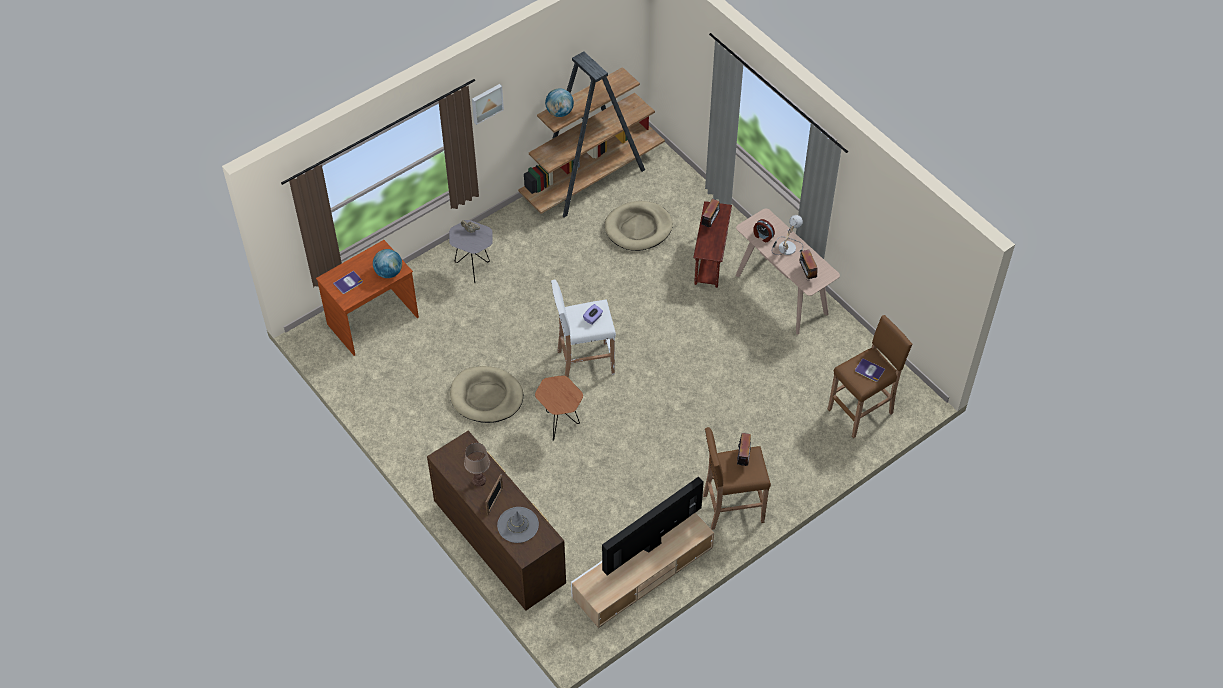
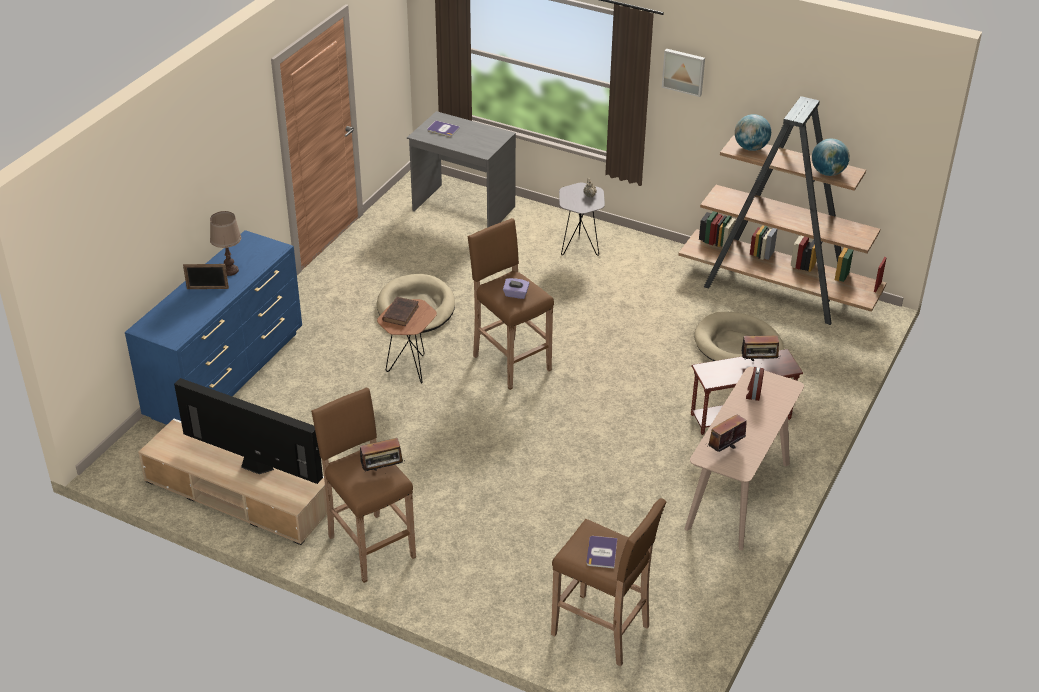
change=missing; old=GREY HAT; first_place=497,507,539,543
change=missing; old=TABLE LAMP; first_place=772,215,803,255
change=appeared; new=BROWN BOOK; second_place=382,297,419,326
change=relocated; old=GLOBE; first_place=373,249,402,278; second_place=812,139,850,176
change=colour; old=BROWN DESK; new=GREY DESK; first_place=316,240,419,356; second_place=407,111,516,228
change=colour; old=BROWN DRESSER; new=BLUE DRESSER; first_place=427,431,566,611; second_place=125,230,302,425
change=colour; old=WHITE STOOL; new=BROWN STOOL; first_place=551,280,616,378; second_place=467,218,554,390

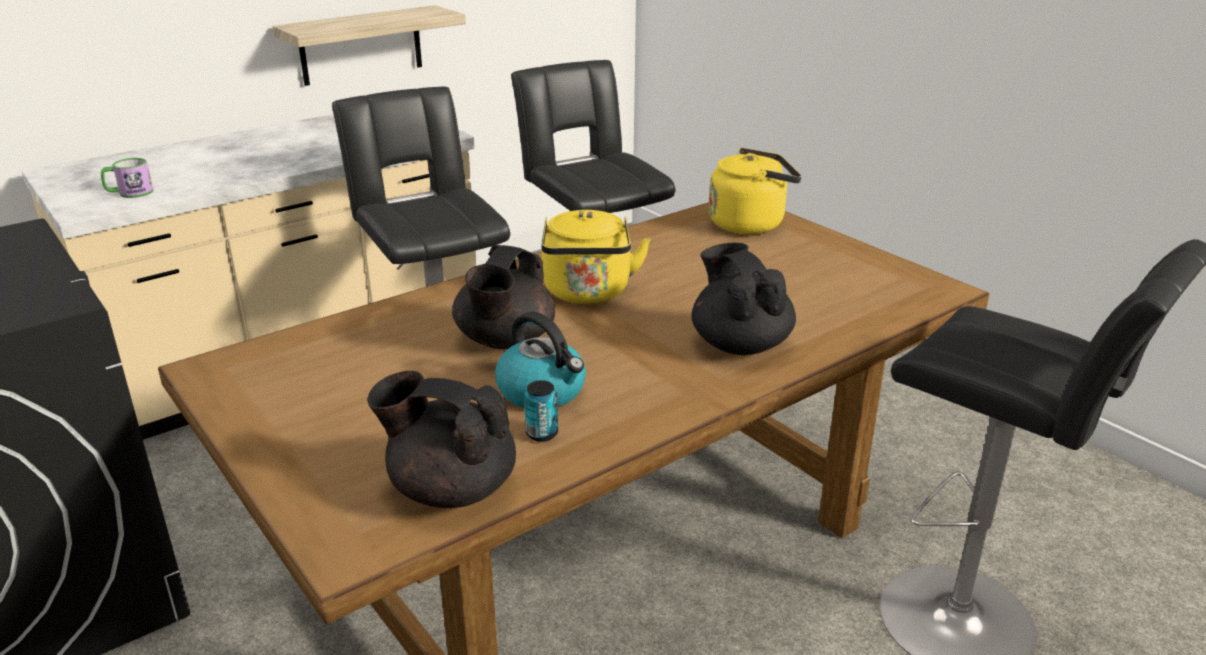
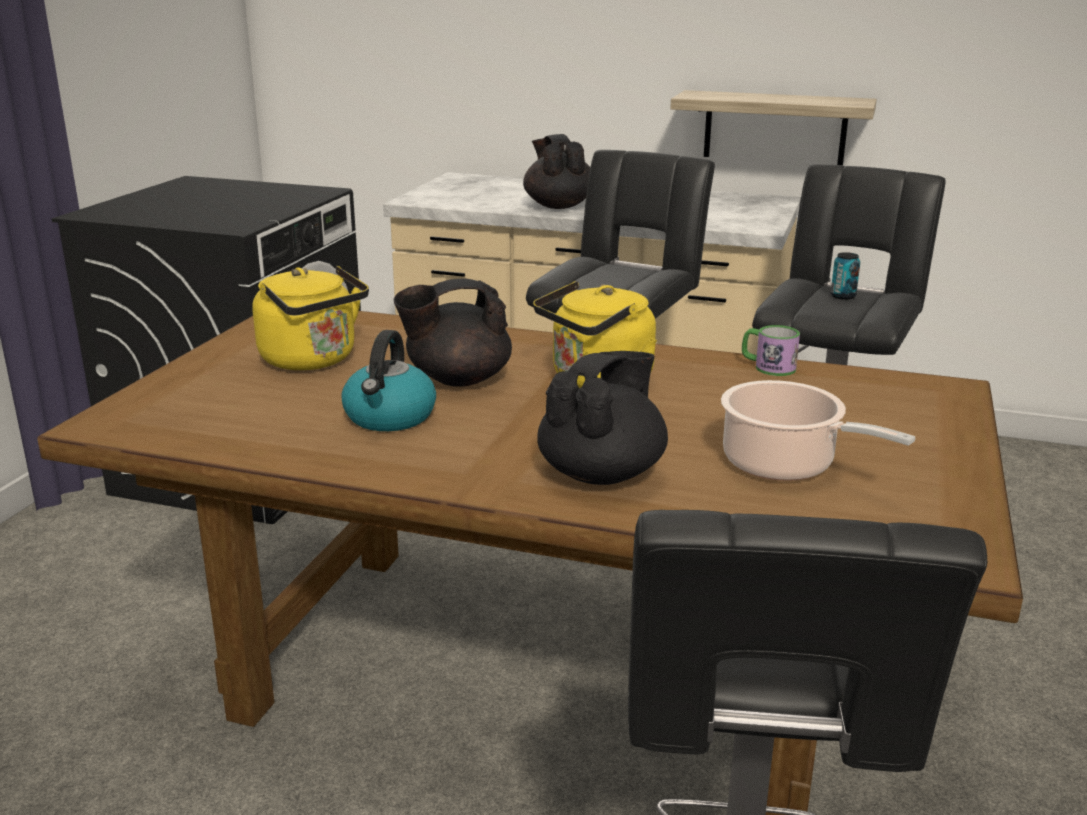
change=appeared; new=COOKING POT; second_place=721,380,915,481
change=relocated; old=MUG; first_place=101,158,153,198; second_place=742,325,800,376
change=relocated; old=BLACK TEAPOT; first_place=367,371,516,508; second_place=523,134,590,209
change=relocated; old=CAN; first_place=524,380,558,442; second_place=831,252,860,300
change=relocated; old=YELLOW KETTLE; first_place=709,148,802,234; second_place=252,266,369,370

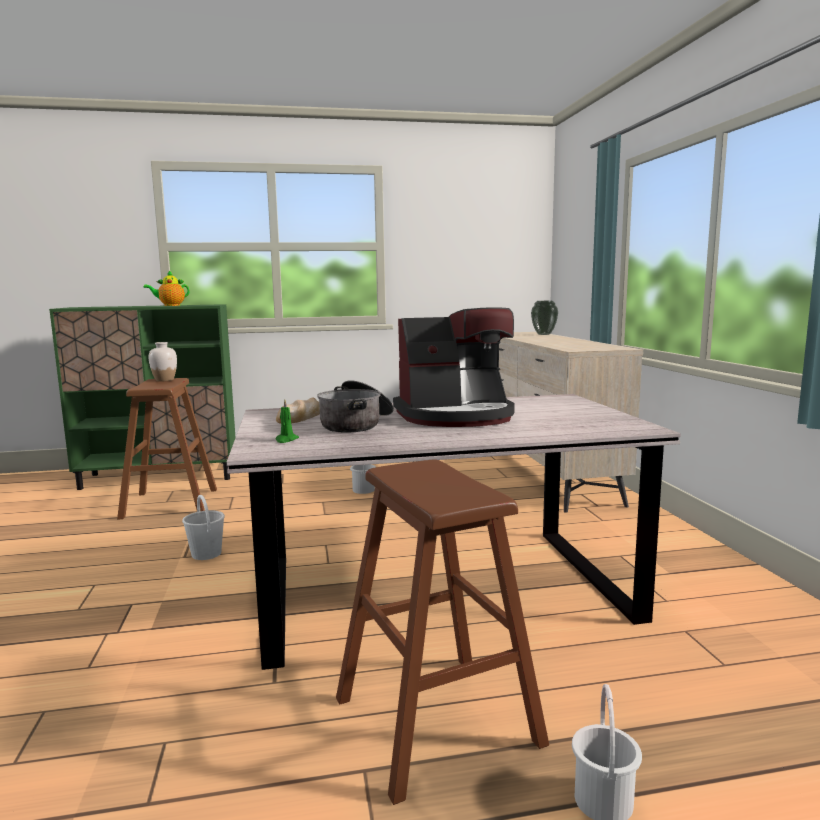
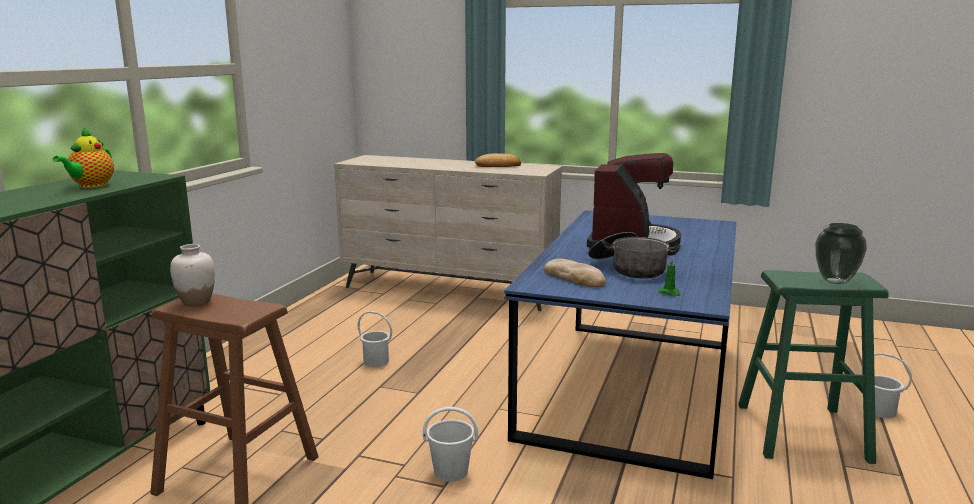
change=appeared; new=BREAD; second_place=475,153,521,167
change=relocated; old=VASE; first_place=531,301,558,335; second_place=815,223,867,284
change=colour; old=GREY DINING TABLE; new=BLUE DINING TABLE; first_place=227,394,681,670; second_place=504,210,736,479
change=colour; old=BROWN STOOL; new=GREEN STOOL; first_place=336,460,549,805; second_place=738,270,889,464

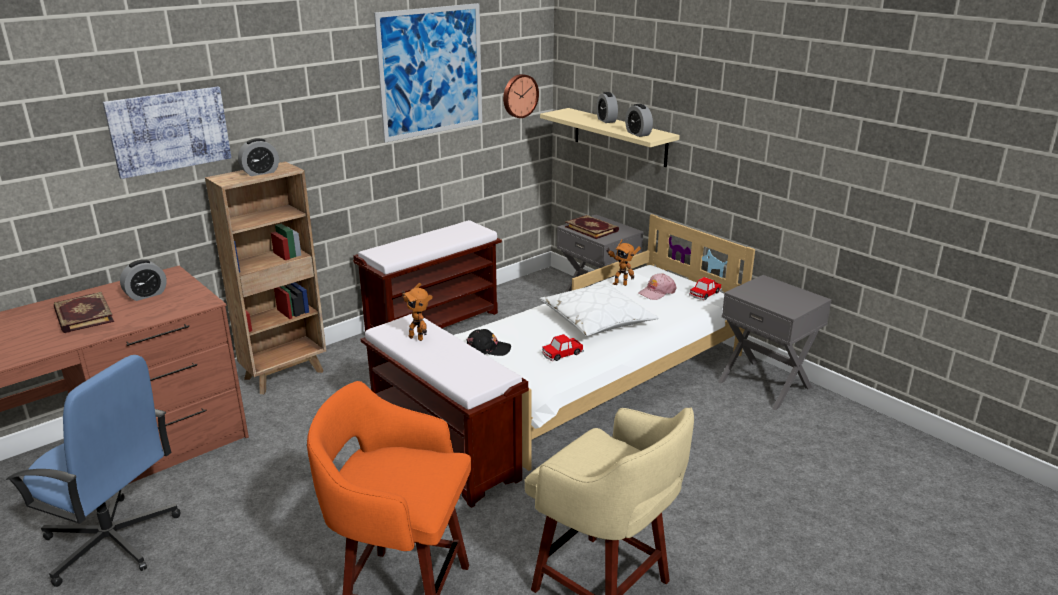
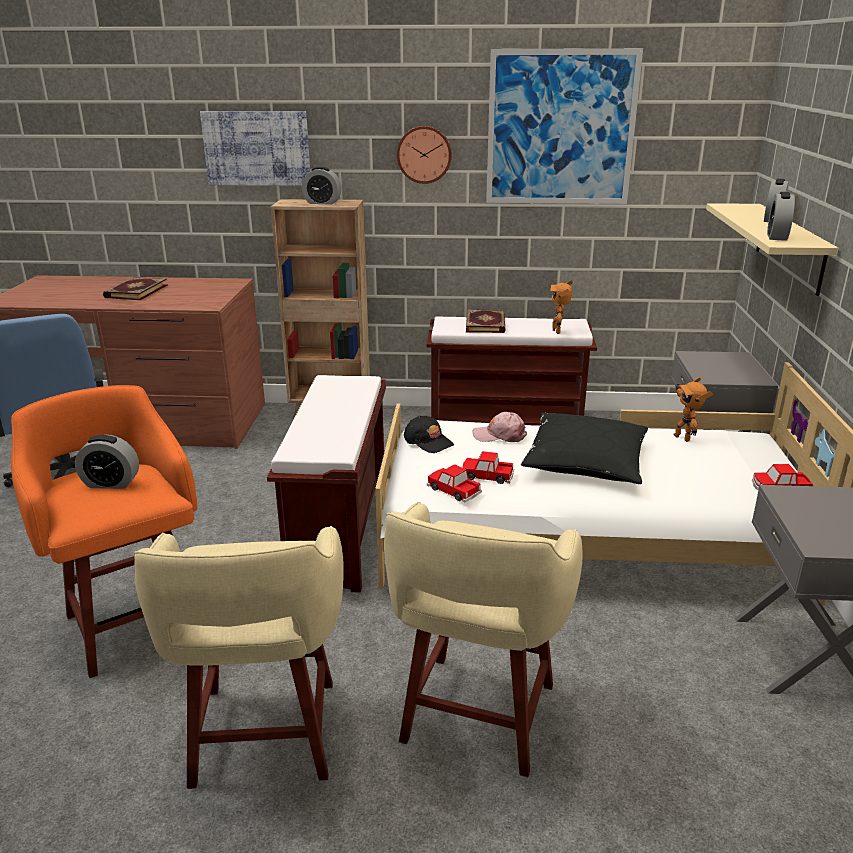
change=appeared; new=BEIGE STOOL; second_place=384,502,583,777
change=appeared; new=TOY CAR; second_place=427,464,482,502
change=relocated; old=ALARM CLOCK; first_place=120,259,167,301; second_place=75,435,139,489
change=relocated; old=TOY ROBOT; first_place=401,283,433,341; second_place=550,280,573,334
change=relocated; old=WALL CLOCK; first_place=503,74,539,118; second_place=397,126,452,184
change=relocated; old=BOOK; first_place=565,215,619,239; second_place=466,309,506,333
change=relocated; old=PINK CAP; first_place=638,273,677,300; second_place=472,412,527,442
change=colour; old=WHITE PILLOW; new=BLACK PILLOW; first_place=540,283,658,336; second_place=521,412,648,484

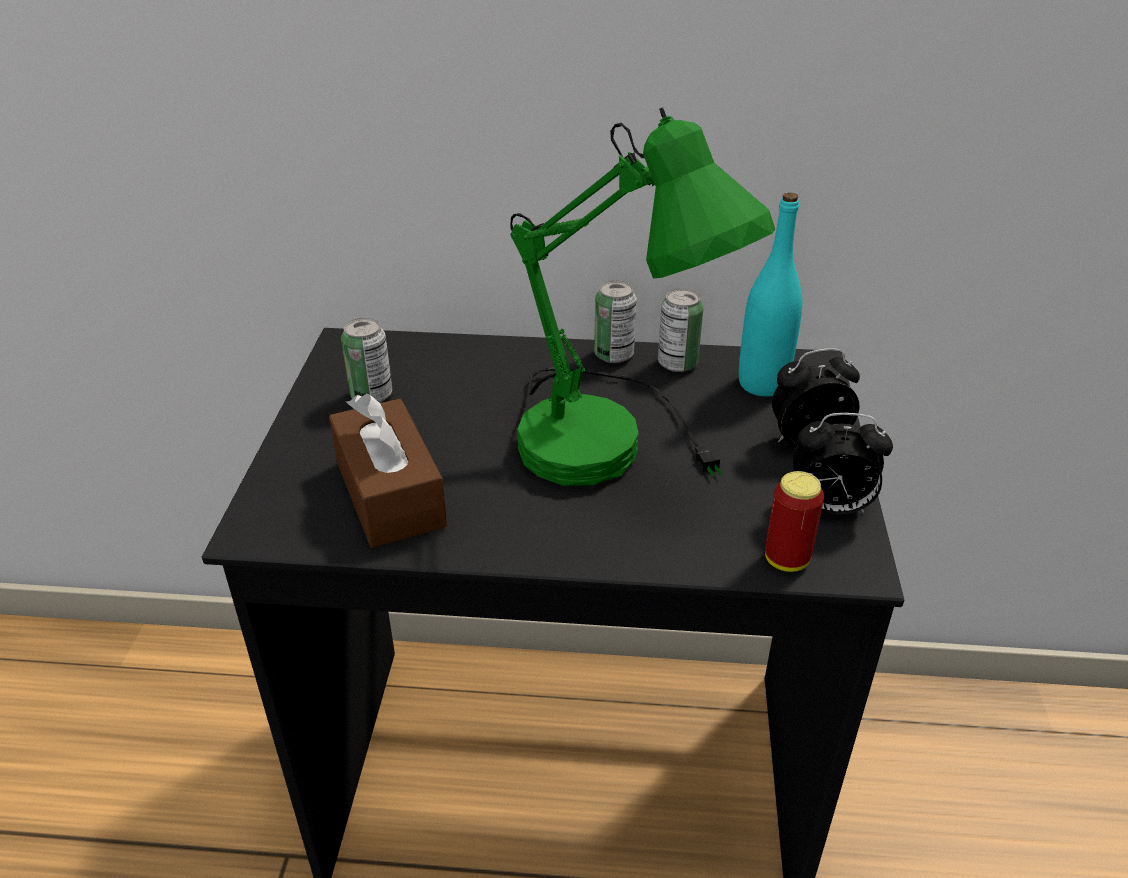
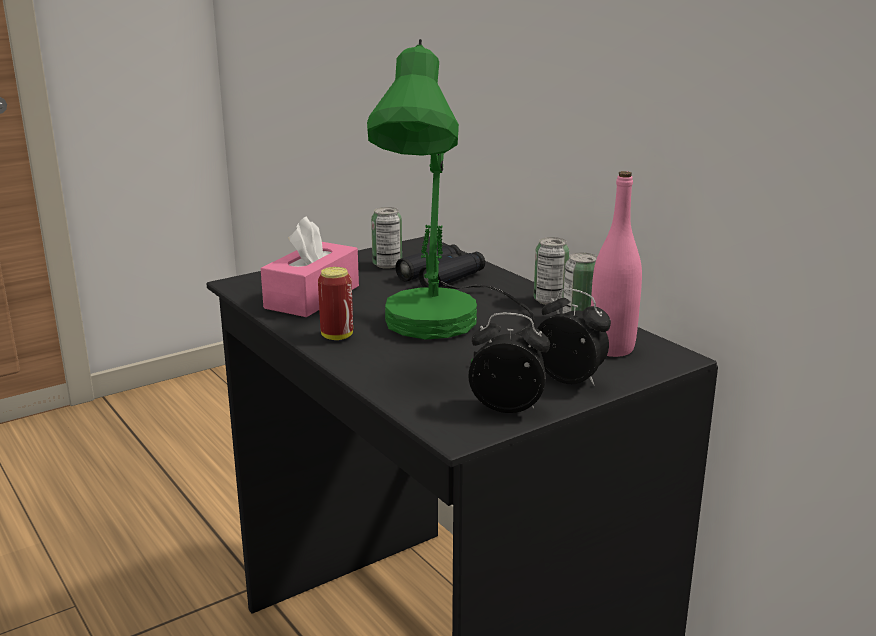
change=appeared; new=BLACK BINOCULARS; second_place=395,244,485,288
change=relocated; old=CAN; first_place=765,471,824,572; second_place=318,267,353,340
change=colour; old=BROWN TISSUE BOX; new=PINK TISSUE BOX; first_place=329,394,447,548; second_place=261,217,359,317
change=colour; old=TURQUOISE BOTTLE; new=PINK BOTTLE; first_place=739,192,802,397; second_place=591,171,642,357
change=spun; old=ALARM CLOCK; first_place=793,413,893,514; second_place=468,313,550,413; degrees=135

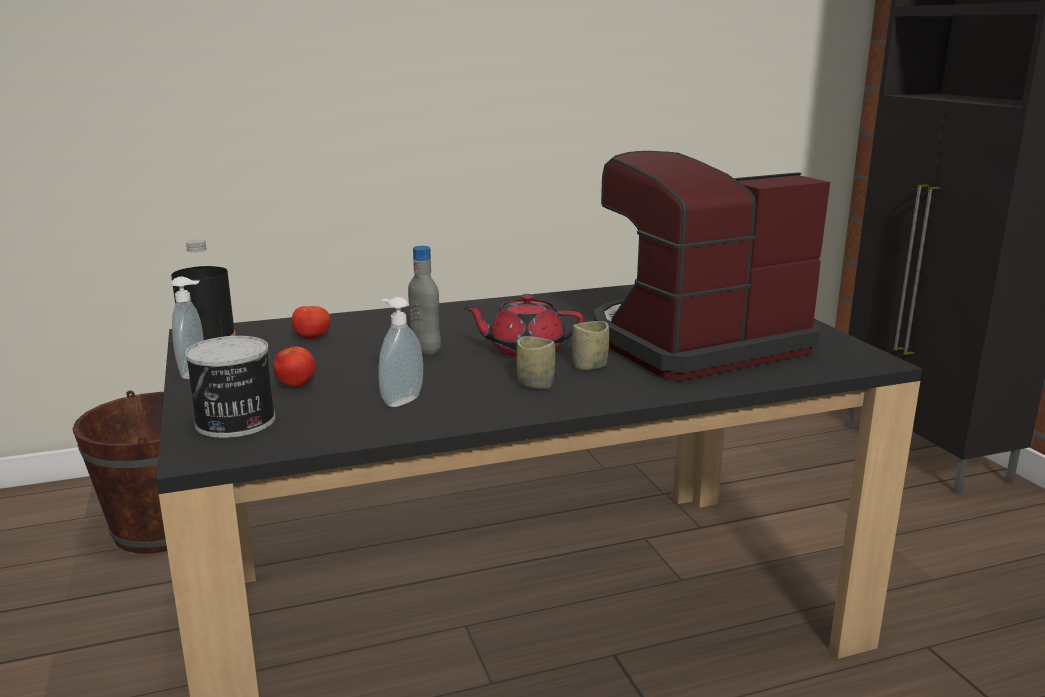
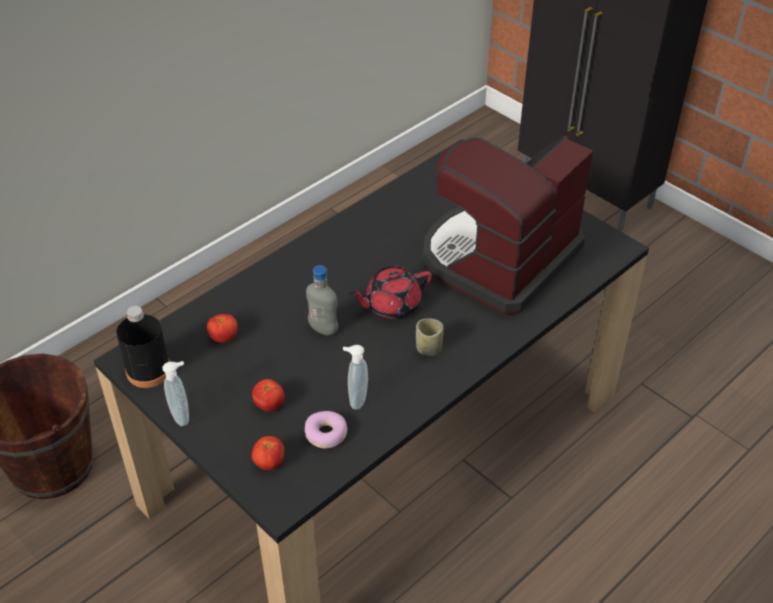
change=missing; old=CUP; first_place=572,321,609,370
change=appeared; new=DONUT; second_place=305,411,348,448
change=exchanged; old=CAN; new=TOMATO; first_place=185,336,275,438; second_place=252,436,284,470

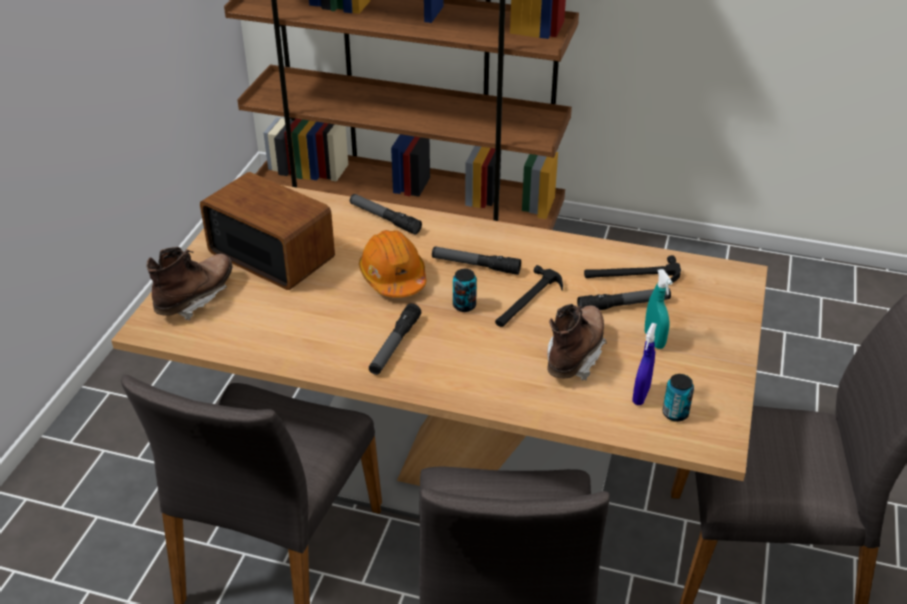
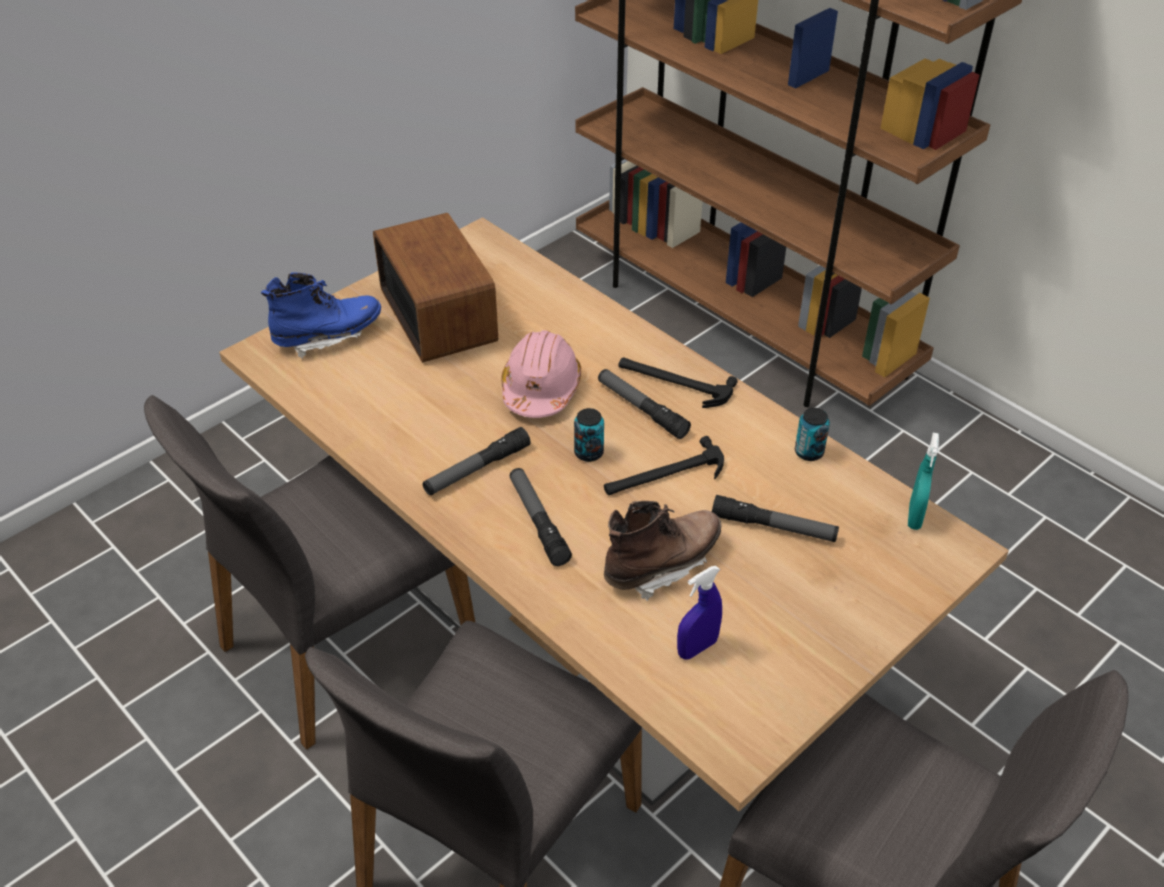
change=relocated; old=FLASHLIGHT; first_place=350,194,422,235; second_place=510,468,572,566
change=relocated; old=HAMMER; first_place=584,255,681,285; second_place=618,357,738,408
change=relocated; old=TURQUOISE SPRAY BOTTLE; first_place=645,269,673,349; second_place=908,433,939,530
change=relocated; old=CAN; first_place=662,374,694,422; second_place=795,408,830,461
change=colour; old=BROWN BOOT; new=BLUE BOOT; first_place=147,247,233,320; second_place=261,272,381,359
change=colour; old=ORANGE HARD HAT; new=PINK HARD HAT; first_place=359,230,426,298; second_place=501,330,581,418

